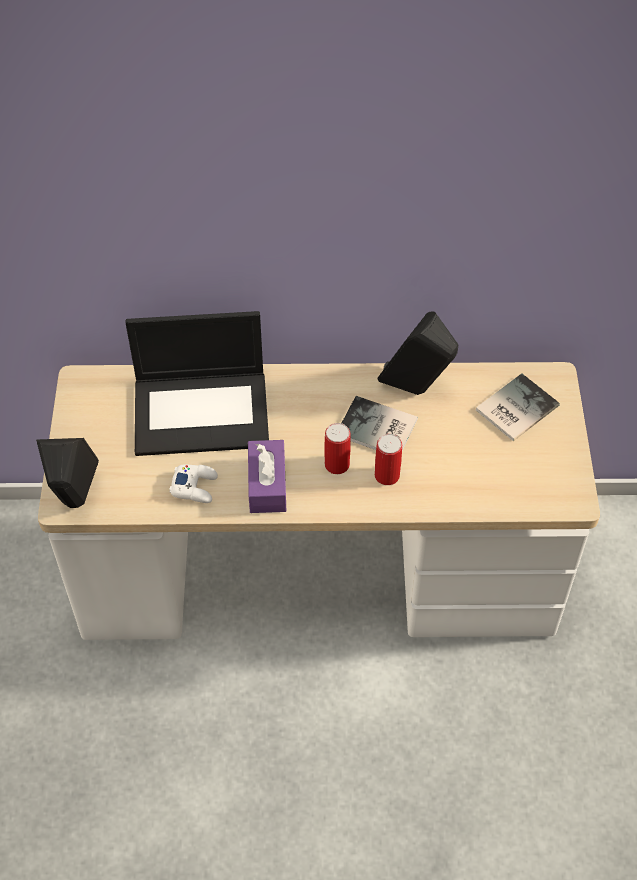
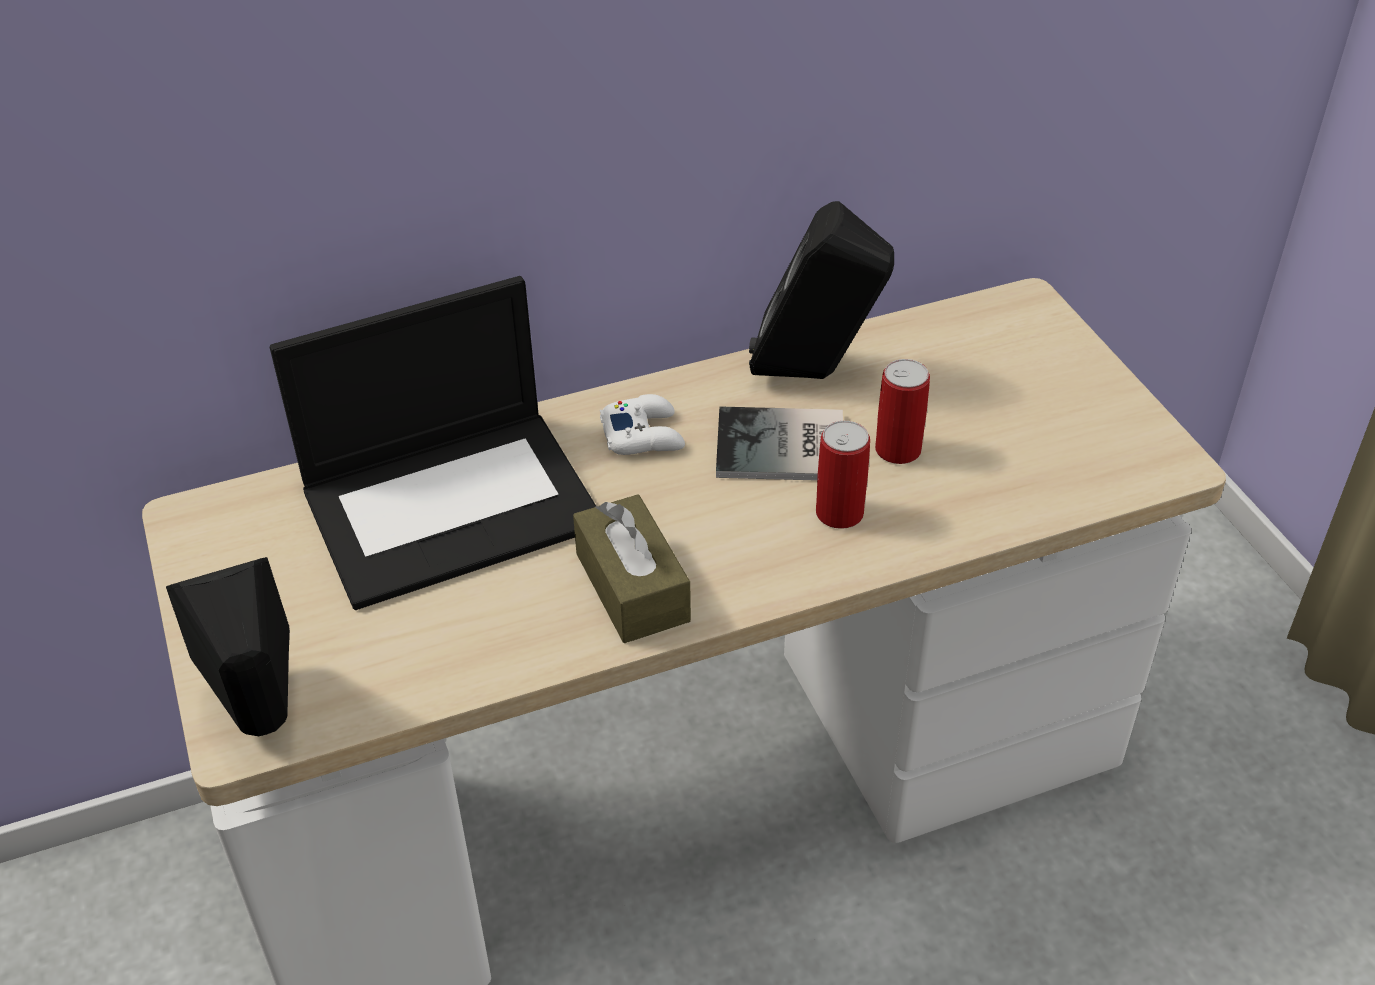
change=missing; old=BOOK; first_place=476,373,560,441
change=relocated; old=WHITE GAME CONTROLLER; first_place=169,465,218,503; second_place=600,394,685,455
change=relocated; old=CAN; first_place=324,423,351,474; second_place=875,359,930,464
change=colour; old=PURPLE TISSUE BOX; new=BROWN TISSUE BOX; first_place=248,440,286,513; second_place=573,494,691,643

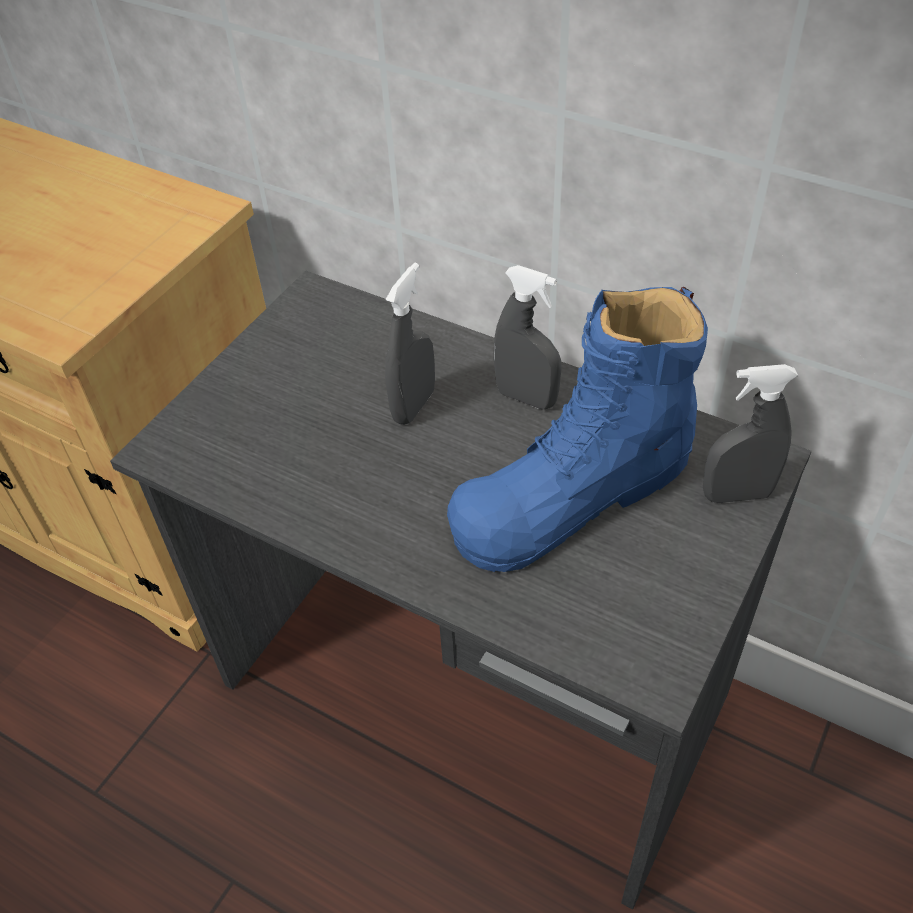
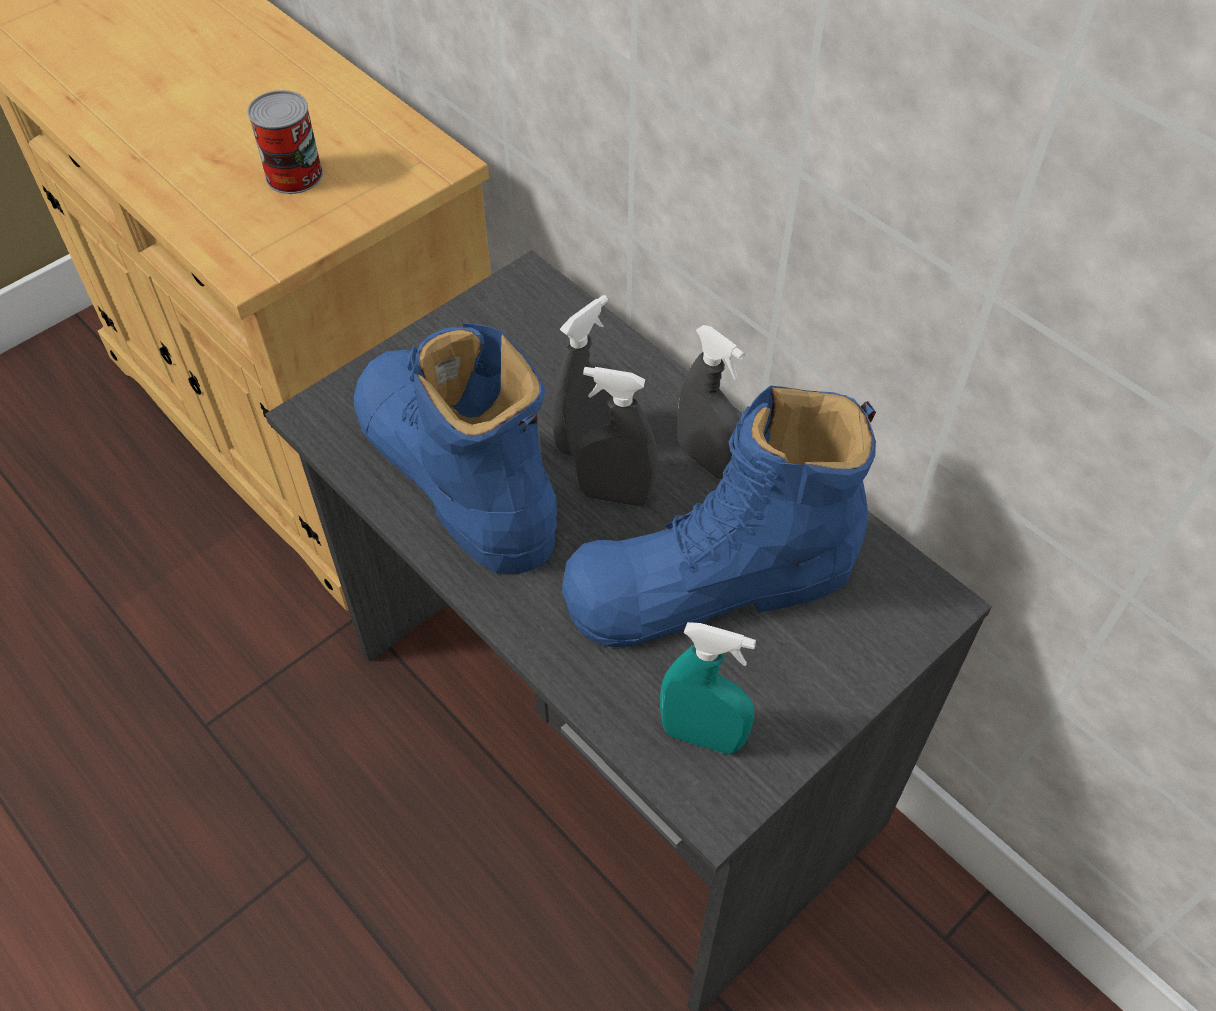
change=appeared; new=CAN; second_place=247,90,323,194
change=appeared; new=BLUE BOOT; second_place=353,323,557,574
change=appeared; new=TURQUOISE SPRAY BOTTLE; second_place=660,622,756,755
change=relocated; old=GREY SPRAY BOTTLE; first_place=703,364,798,503; second_place=575,367,658,506

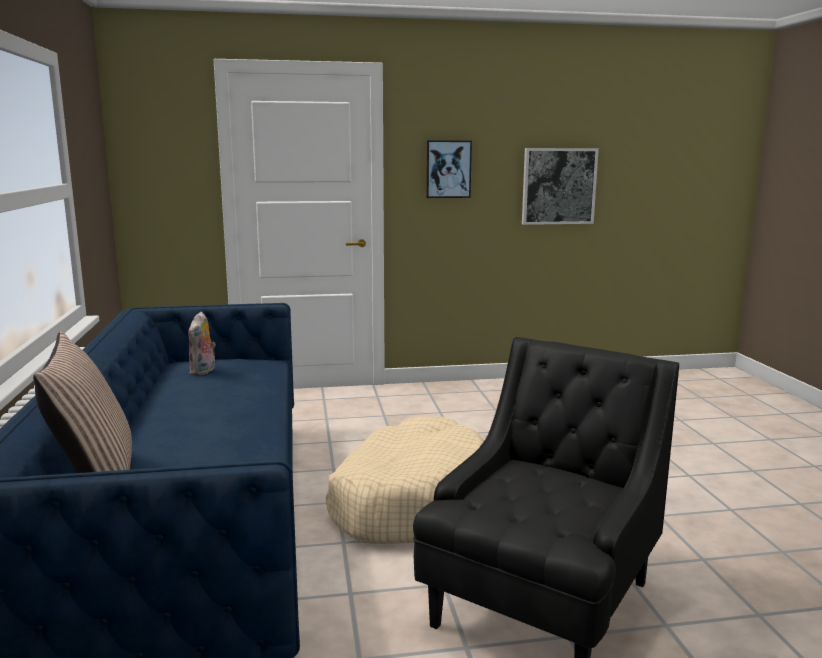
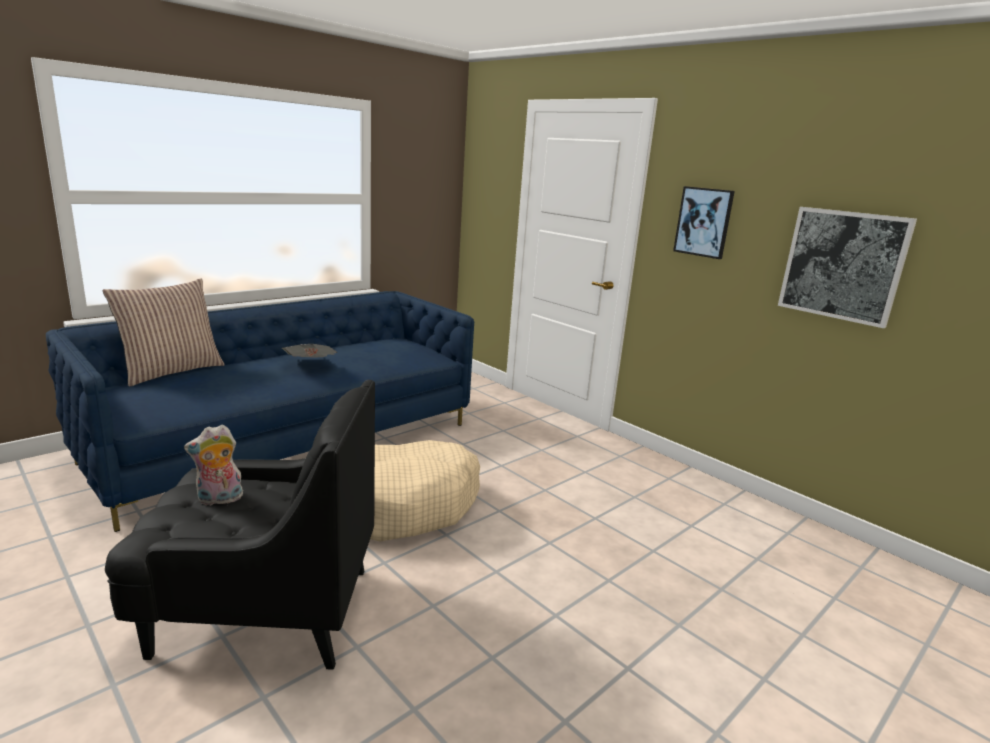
change=appeared; new=NEWSPAPER; second_place=281,344,337,357
change=relocated; old=PLUSH TOY; first_place=188,312,216,375; second_place=184,425,243,506

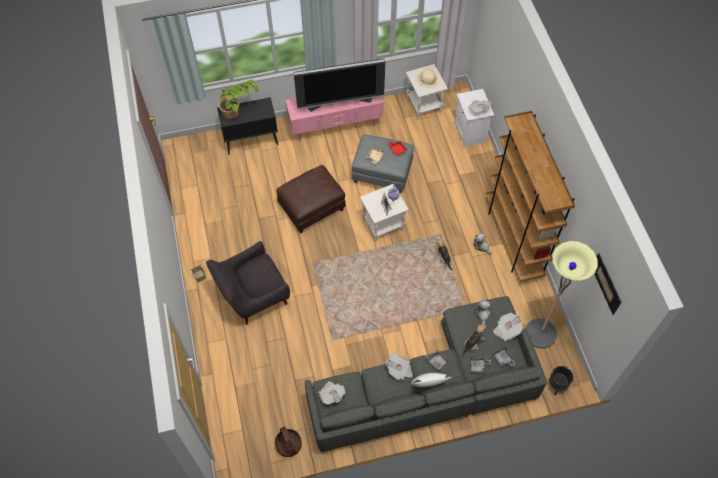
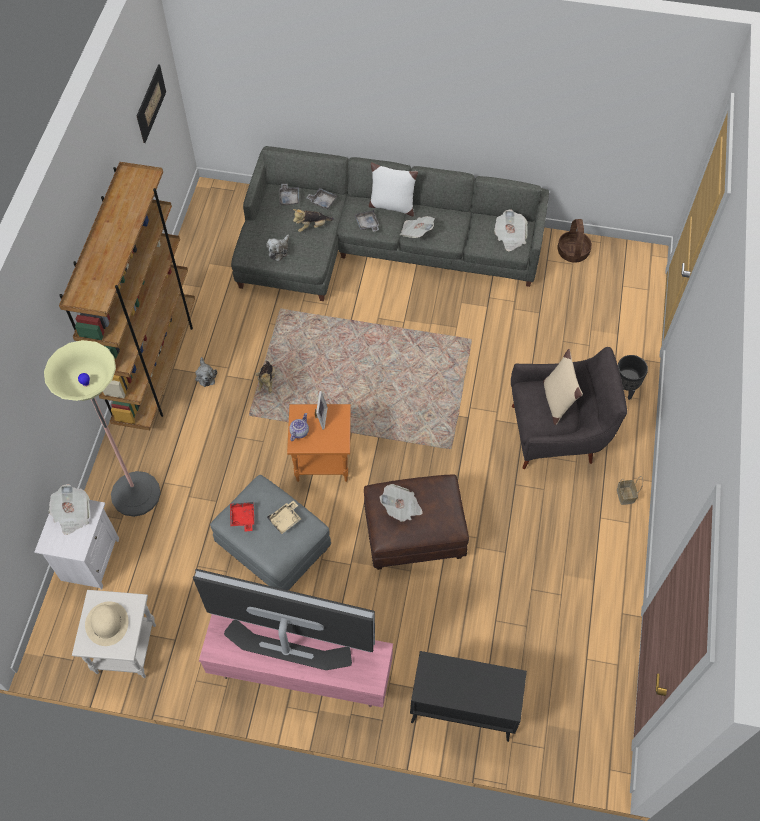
change=missing; old=POTTED PLANT; first_place=219,80,258,119
change=appeared; new=BEIGE PILLOW; second_place=543,349,583,425
change=relocated; old=NEWSPAPER; first_place=493,313,523,341; second_place=380,484,423,522
change=relocated; old=FLOOR LAMP; first_place=526,241,598,349; second_place=44,340,161,517
change=relocated; old=BLACK PLANTER; first_place=549,366,573,395; second_place=618,355,648,400
change=colour; old=WHITE SIDE TABLE; new=ORANGE SIDE TABLE; first_place=360,184,409,242; second_place=287,404,351,482

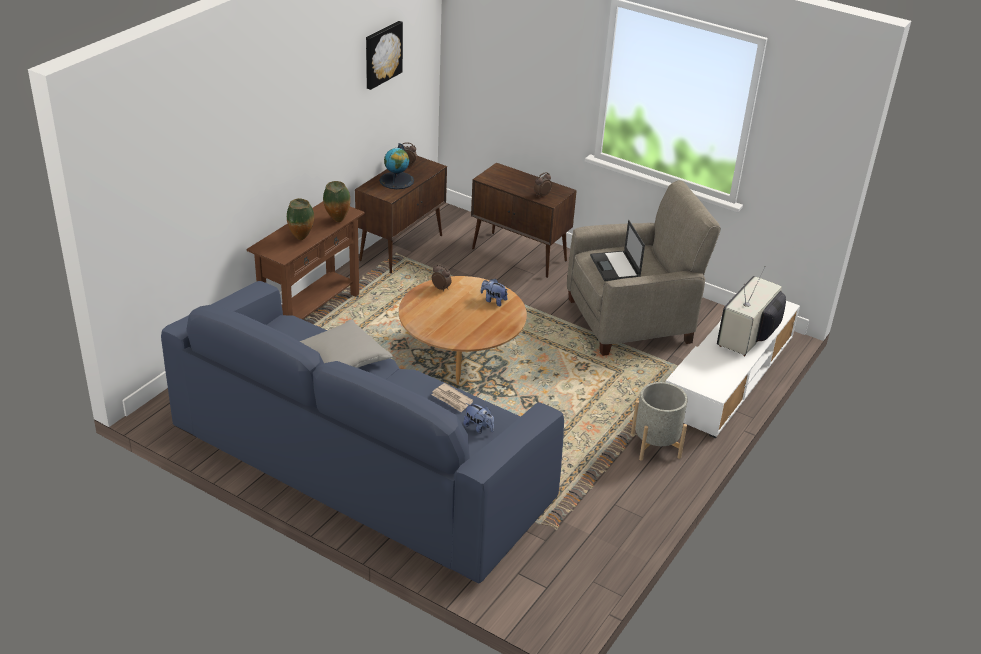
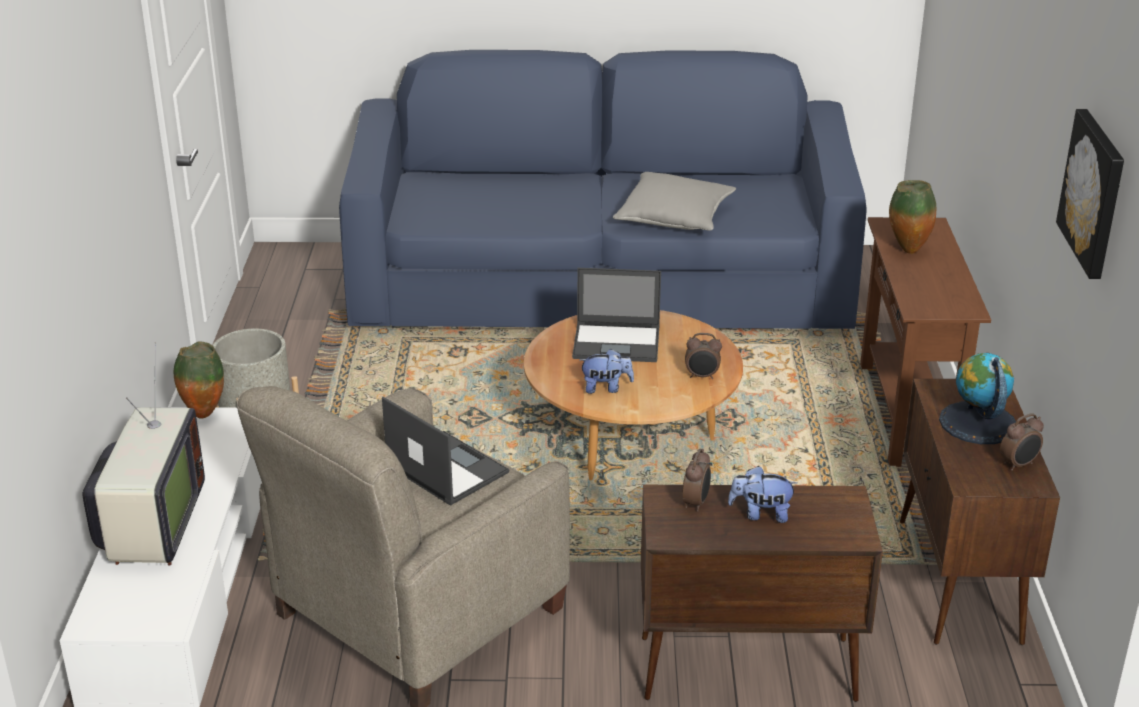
change=missing; old=NEWSPAPER; first_place=432,383,473,412
change=appeared; new=LAPTOP; second_place=572,268,661,362
change=relocated; old=VASE; first_place=323,181,350,222; second_place=174,341,224,418
change=relocated; old=PLUSH TOY; first_place=463,403,494,433; second_place=728,466,798,523

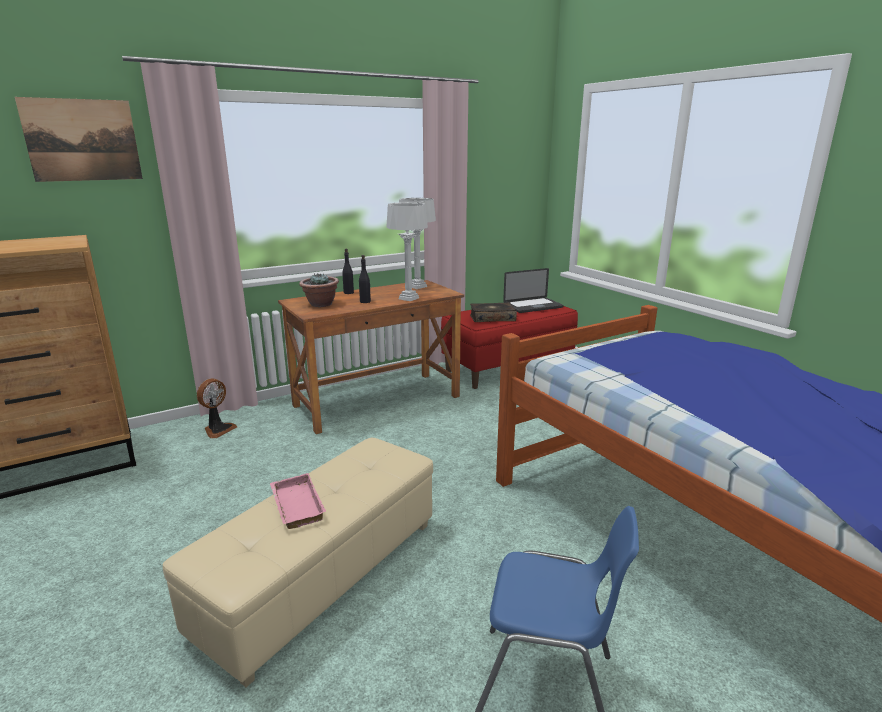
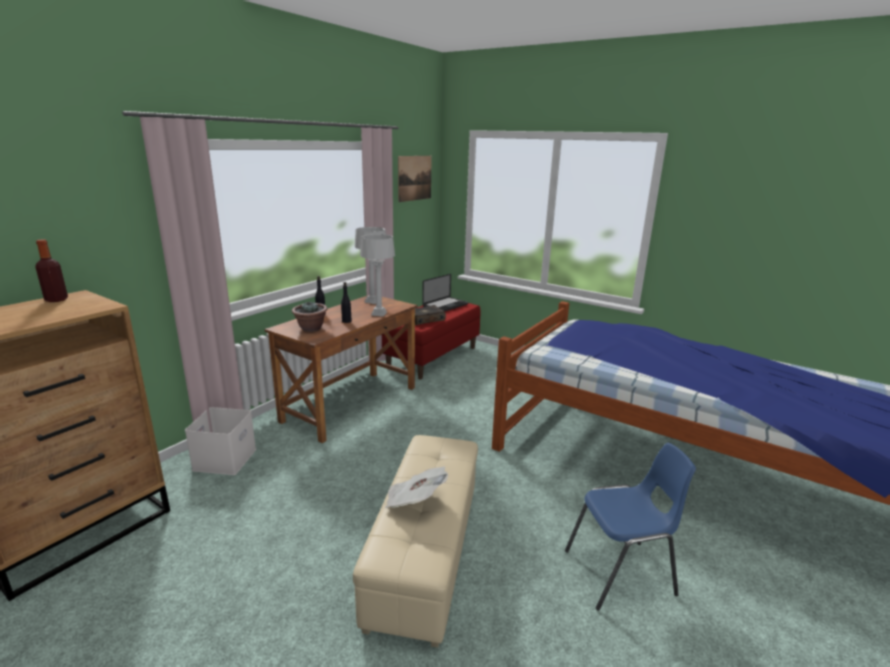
change=appeared; new=BOTTLE; second_place=35,239,68,302
change=relocated; old=PICTURE; first_place=15,97,143,182; second_place=398,156,432,202
change=exchanged; old=FAN; new=WHITE STORAGE BOX; first_place=197,379,237,438; second_place=185,407,256,475
change=exchanged; old=PINK TRAY; new=NEWSPAPER; first_place=270,473,326,529; second_place=385,467,448,508

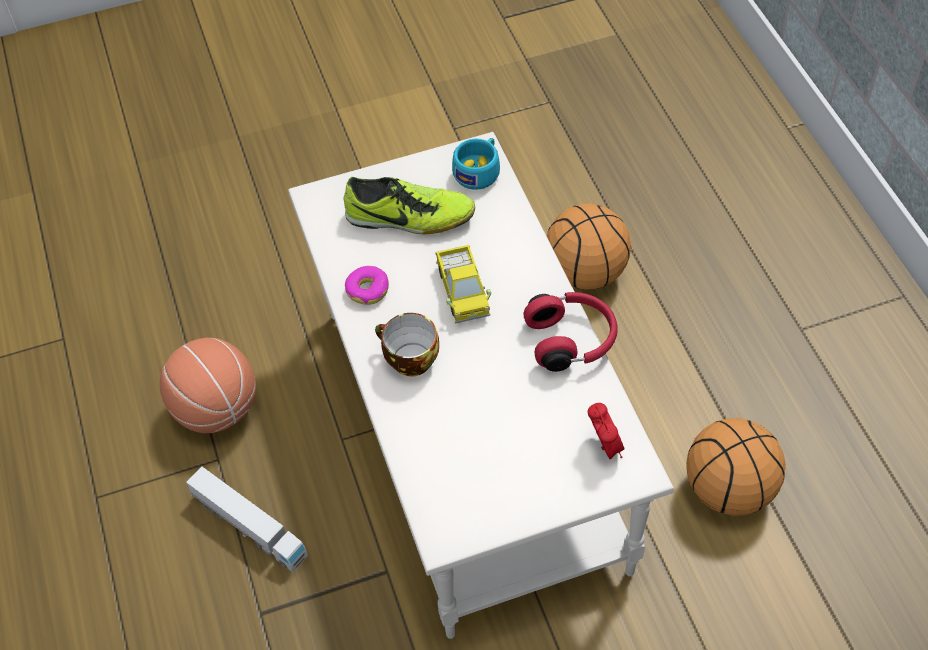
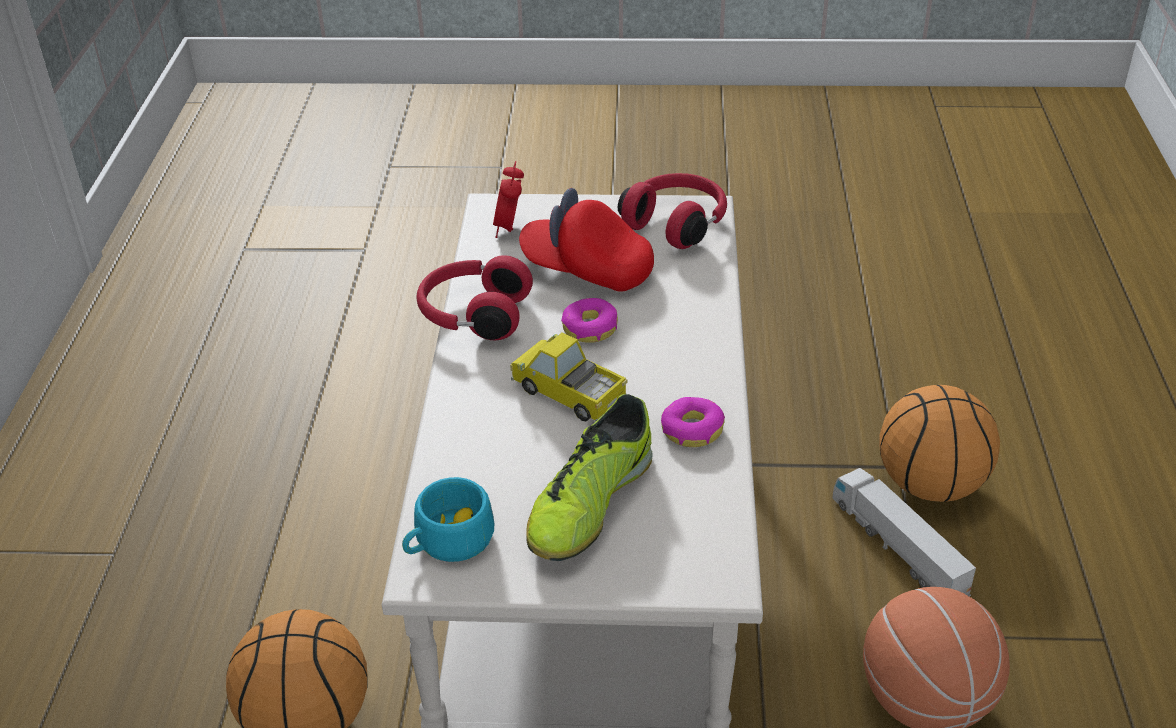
change=missing; old=CUP; first_place=375,313,439,377
change=appeared; new=RED CAP; second_place=519,188,654,291
change=appeared; new=DONUT; second_place=561,298,618,343
change=appeared; new=RED HEADPHONES; second_place=618,173,727,249
change=relocated; old=BASKETBALL; first_place=686,418,786,516; second_place=879,385,1000,502
change=spun; old=SHOE; first_place=344,177,475,235; second_place=526,394,653,561; degrees=-90
change=spun; old=TOY TRUCK; first_place=435,245,491,324; second_place=510,333,628,422; degrees=-60

